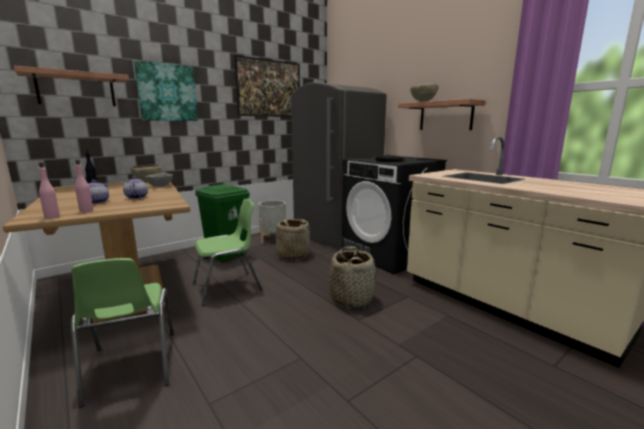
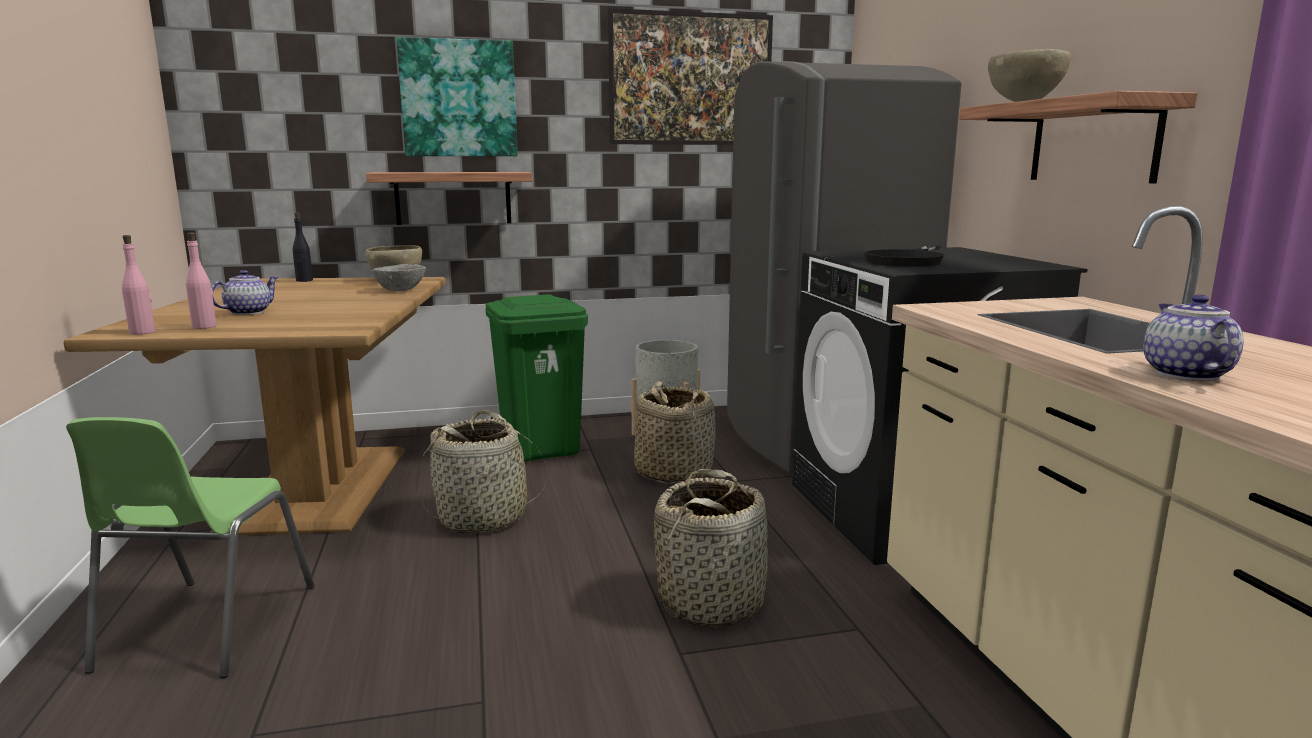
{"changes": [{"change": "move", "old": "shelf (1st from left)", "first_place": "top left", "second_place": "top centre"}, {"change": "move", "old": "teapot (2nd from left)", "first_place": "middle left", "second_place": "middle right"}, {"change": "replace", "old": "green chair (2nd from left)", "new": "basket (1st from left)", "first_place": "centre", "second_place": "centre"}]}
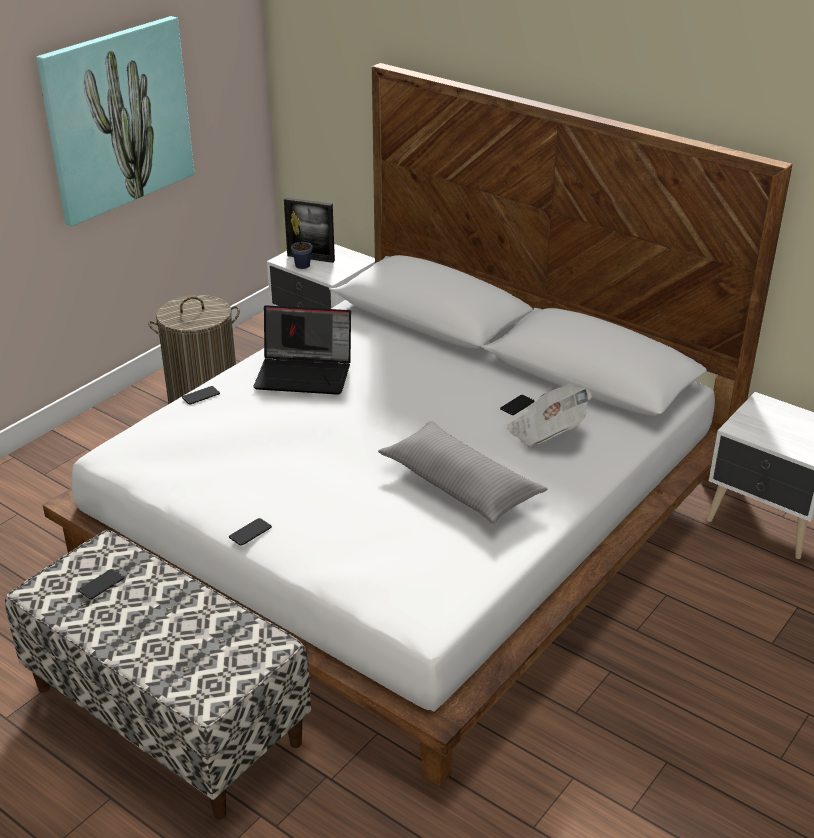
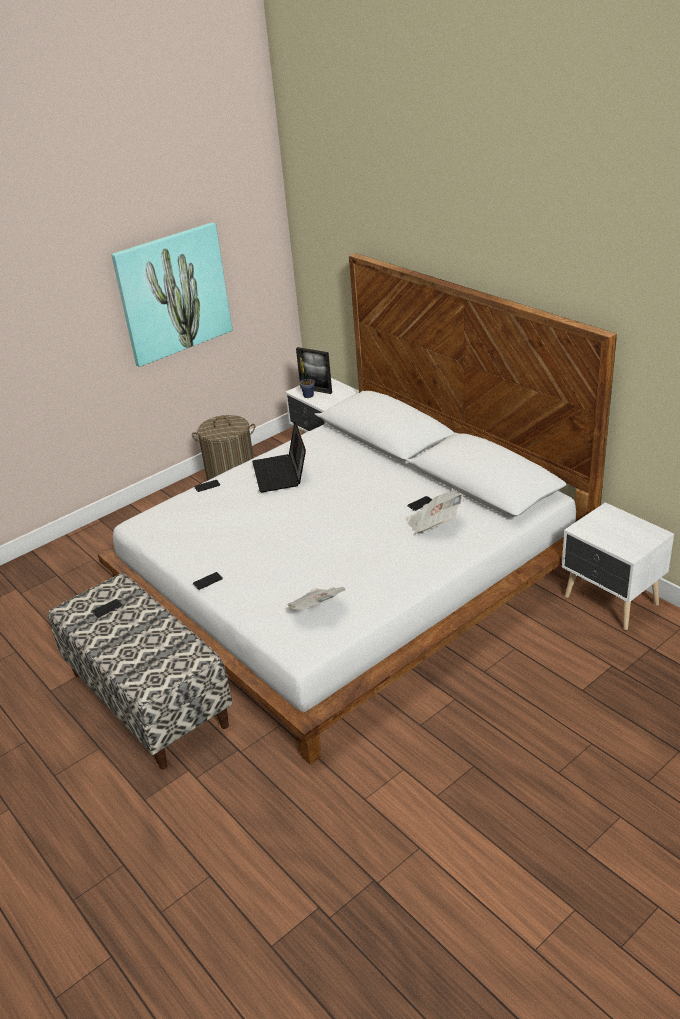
{"changes": [{"change": "rotate", "old": "laptop", "first_place": "centre", "second_place": "centre", "degrees": 60}, {"change": "delete", "old": "grey pillow", "first_place": "centre"}, {"change": "insert", "new": "newspaper (1st from left)", "second_place": "centre"}]}
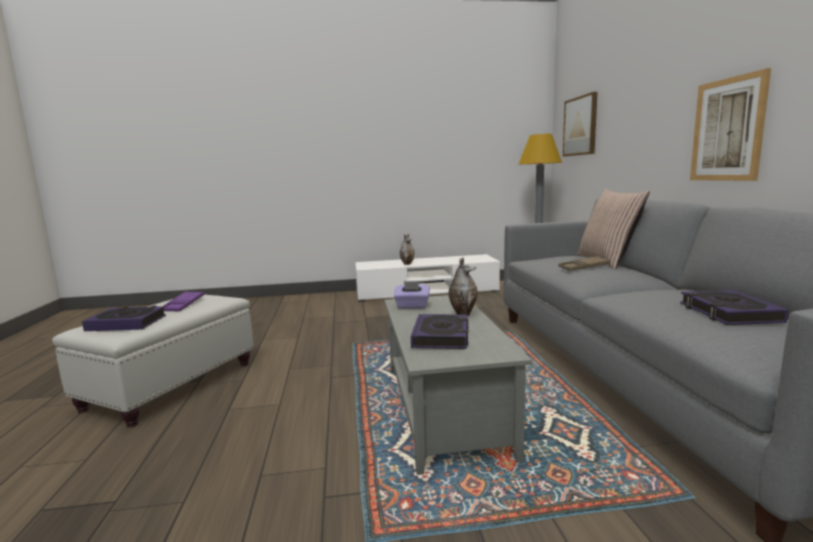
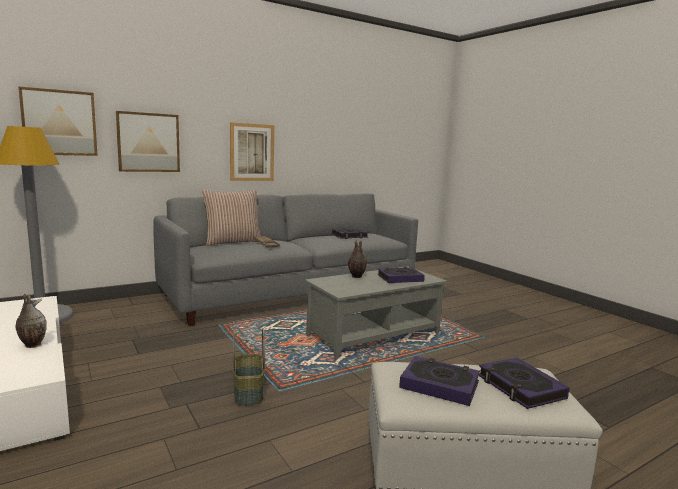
{"changes": [{"change": "replace", "old": "purple tray", "new": "book (3rd from left)", "first_place": "middle left", "second_place": "bottom centre"}, {"change": "delete", "old": "purple tissue box", "first_place": "centre"}, {"change": "insert", "new": "picture (2nd from left)", "second_place": "top left"}, {"change": "insert", "new": "basket", "second_place": "bottom centre"}]}
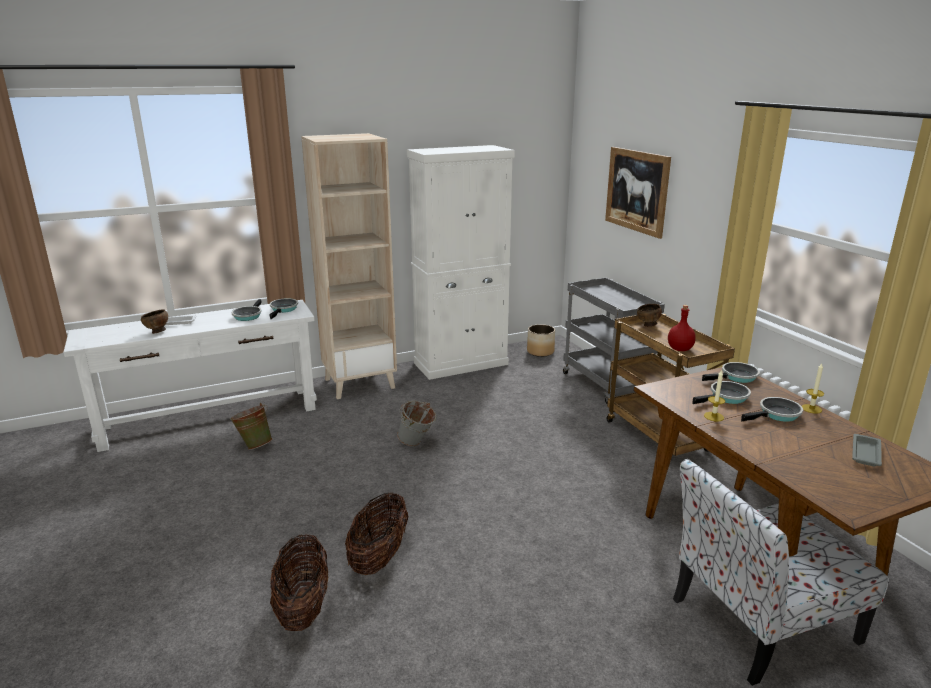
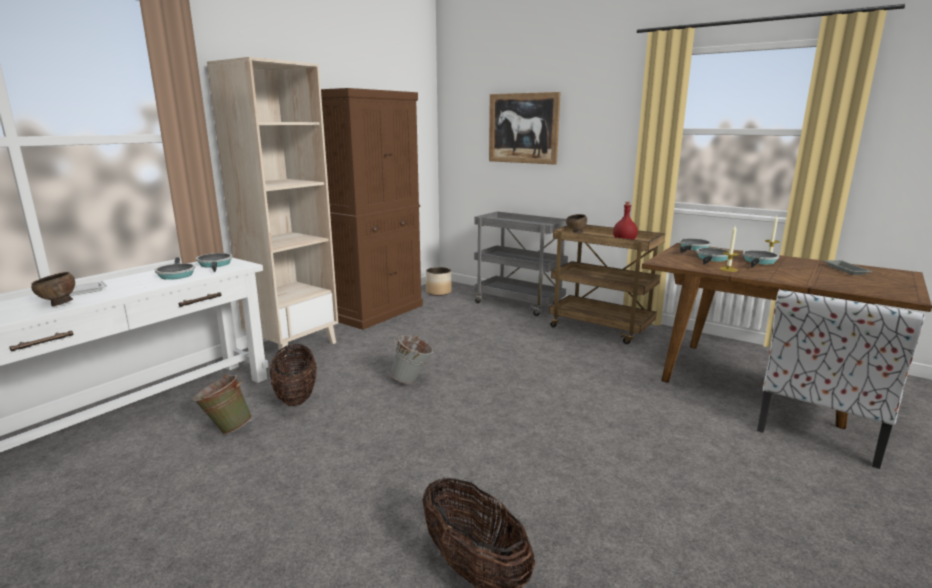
{"changes": [{"change": "move", "old": "basket (2nd from left in the first image)", "new": "basket (1st from left)", "first_place": "bottom centre", "second_place": "middle left"}, {"change": "recolor", "old": "white cabinet", "new": "brown cabinet", "first_place": "centre", "second_place": "centre"}]}
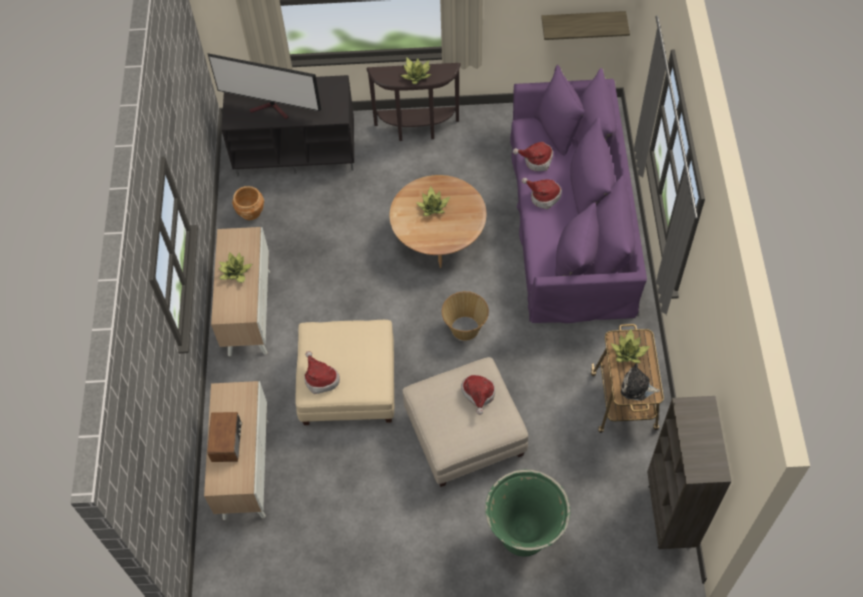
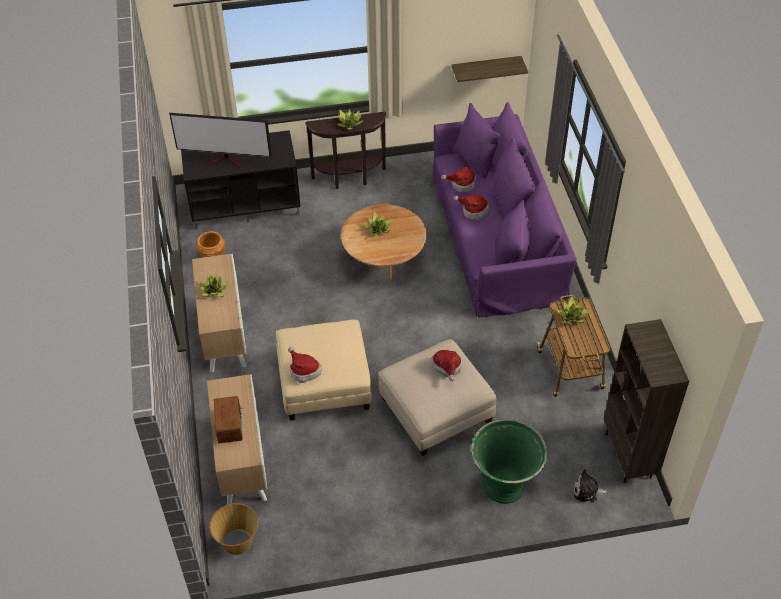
{"changes": [{"change": "move", "old": "basket", "first_place": "centre", "second_place": "bottom left"}, {"change": "move", "old": "plush toy", "first_place": "middle right", "second_place": "bottom right"}]}
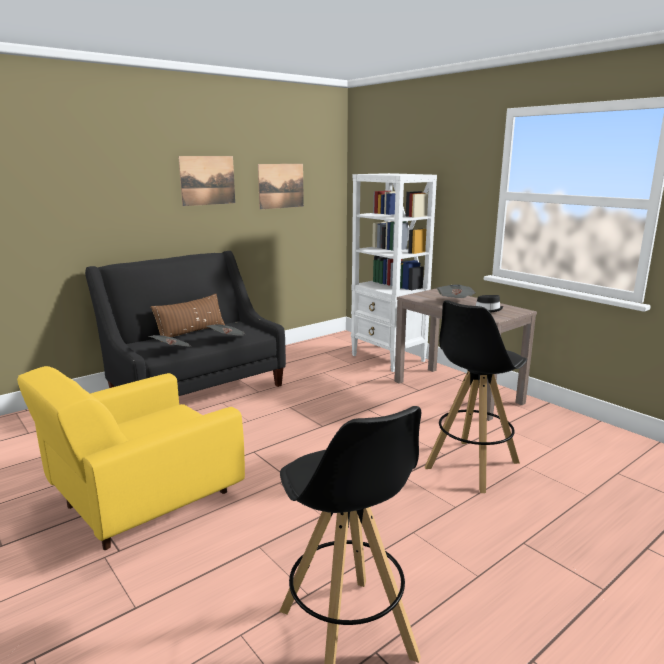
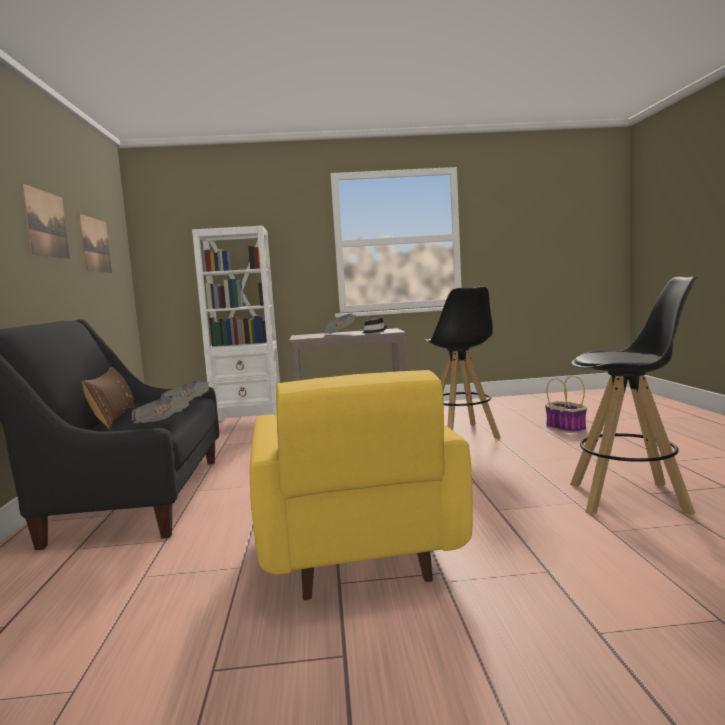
{"changes": [{"change": "insert", "new": "basket", "second_place": "middle right"}]}
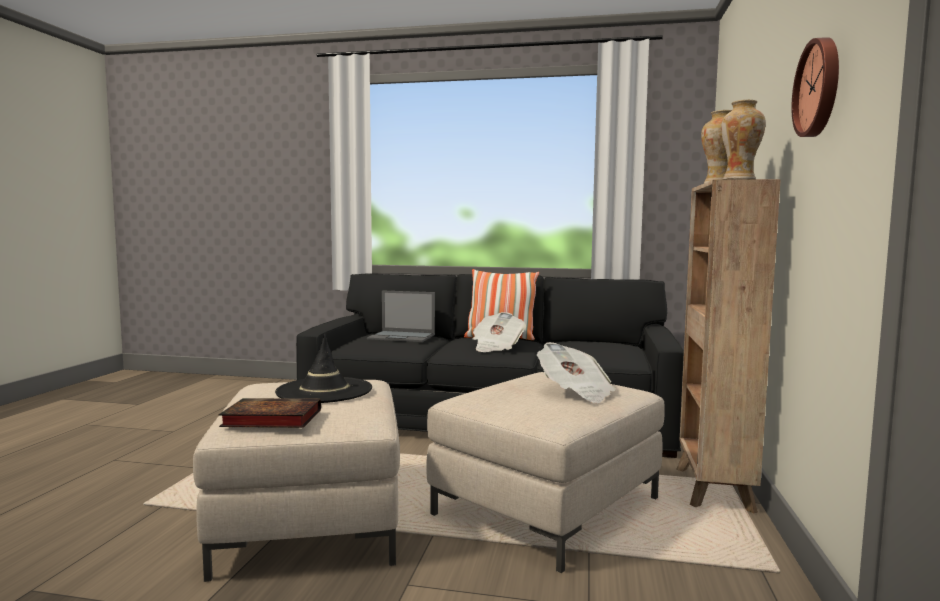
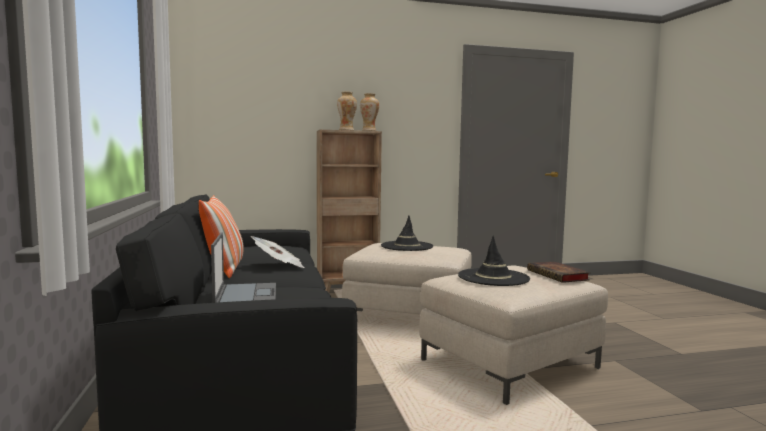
{"changes": [{"change": "replace", "old": "newspaper (2nd from left)", "new": "black hat (1st from left)", "first_place": "centre", "second_place": "centre"}, {"change": "delete", "old": "wall clock", "first_place": "top right"}]}
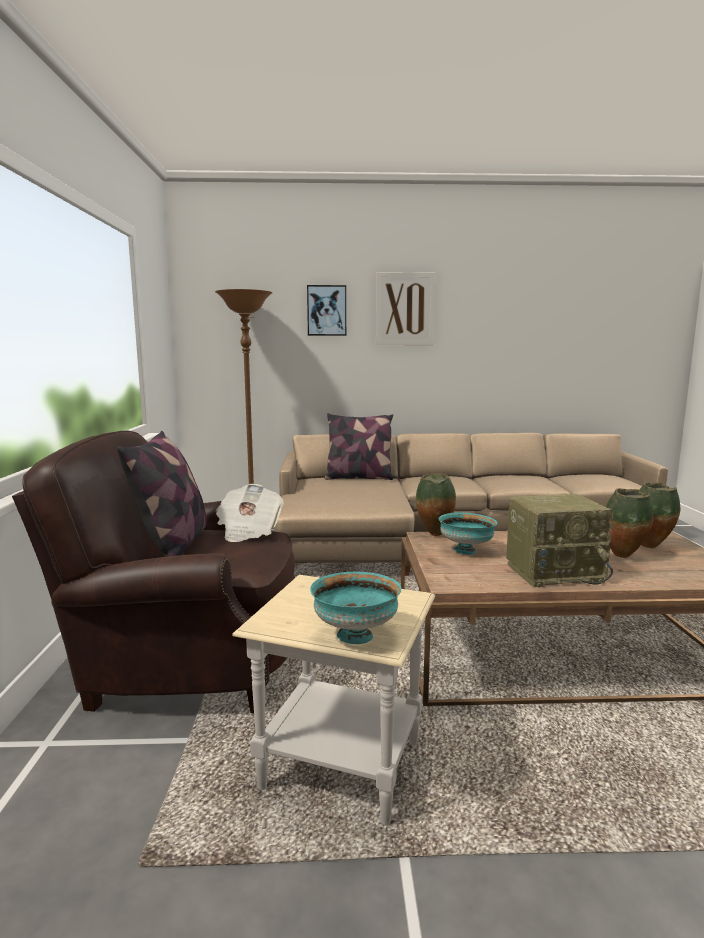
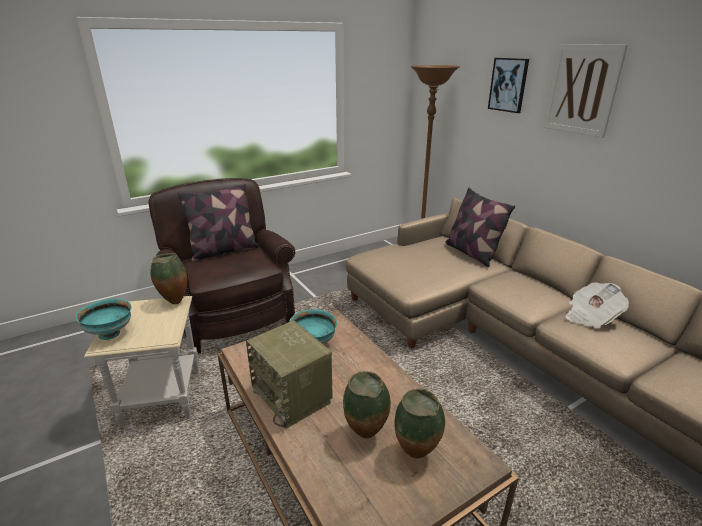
{"changes": [{"change": "move", "old": "newspaper", "first_place": "centre", "second_place": "middle right"}, {"change": "move", "old": "vase (1st from left)", "first_place": "centre", "second_place": "middle left"}]}
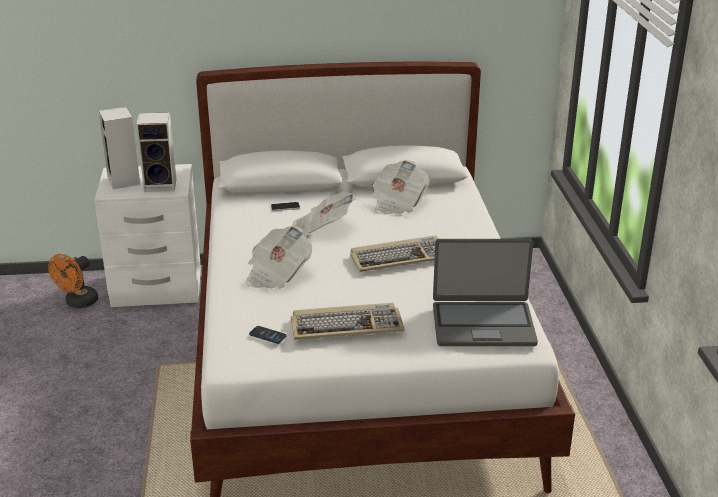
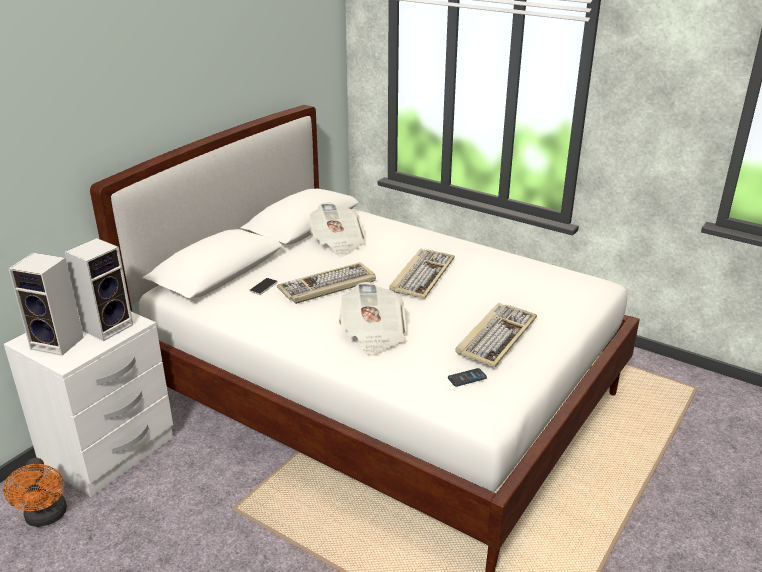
{"changes": [{"change": "replace", "old": "newspaper (2nd from left)", "new": "keyboard (1st from left)", "first_place": "centre", "second_place": "centre"}, {"change": "delete", "old": "laptop", "first_place": "middle right"}]}
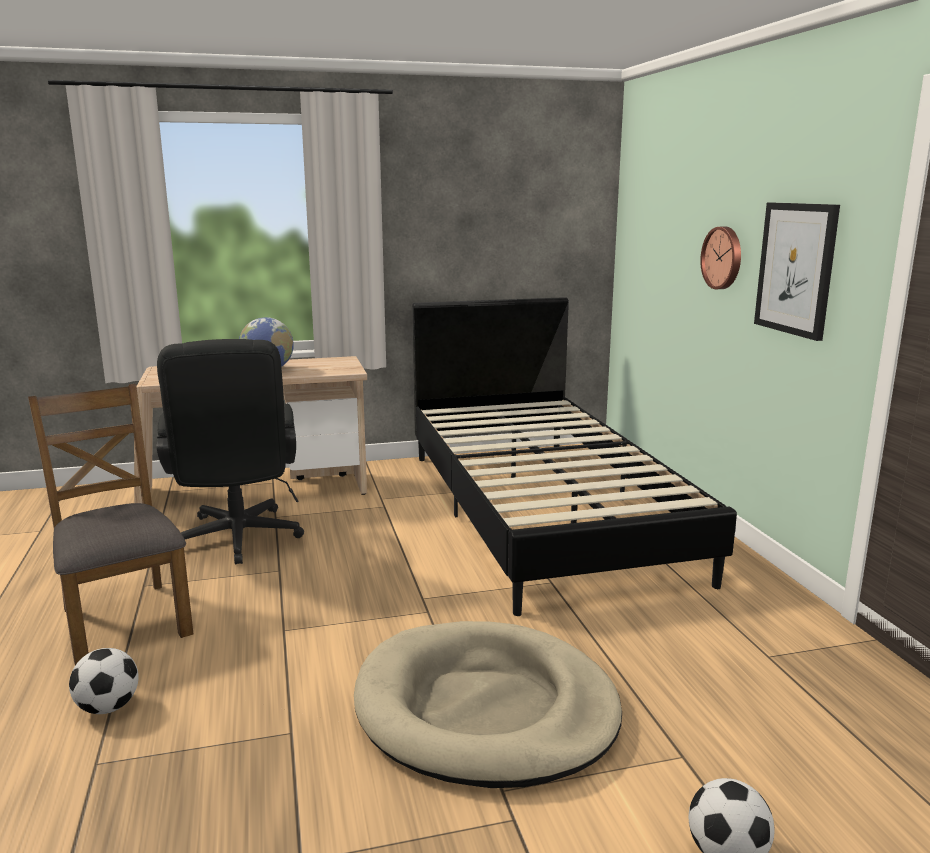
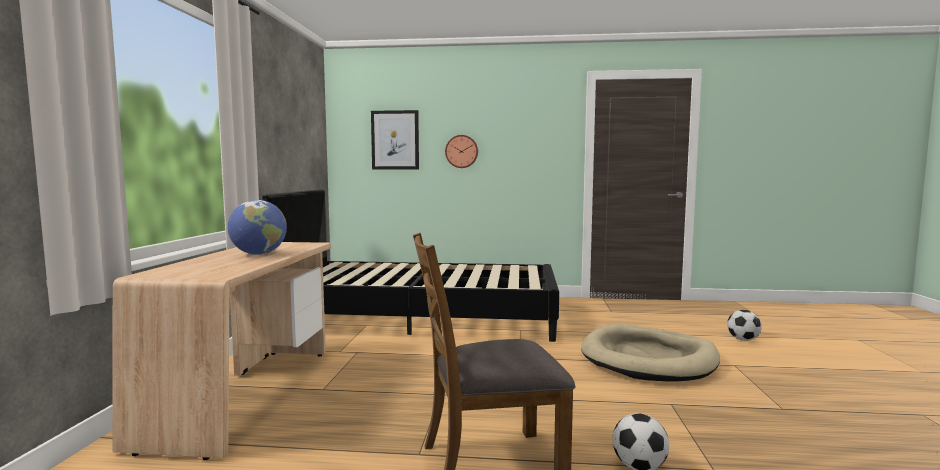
{"changes": [{"change": "delete", "old": "black office chair", "first_place": "middle left"}, {"change": "move", "old": "picture", "first_place": "top right", "second_place": "top centre"}]}
